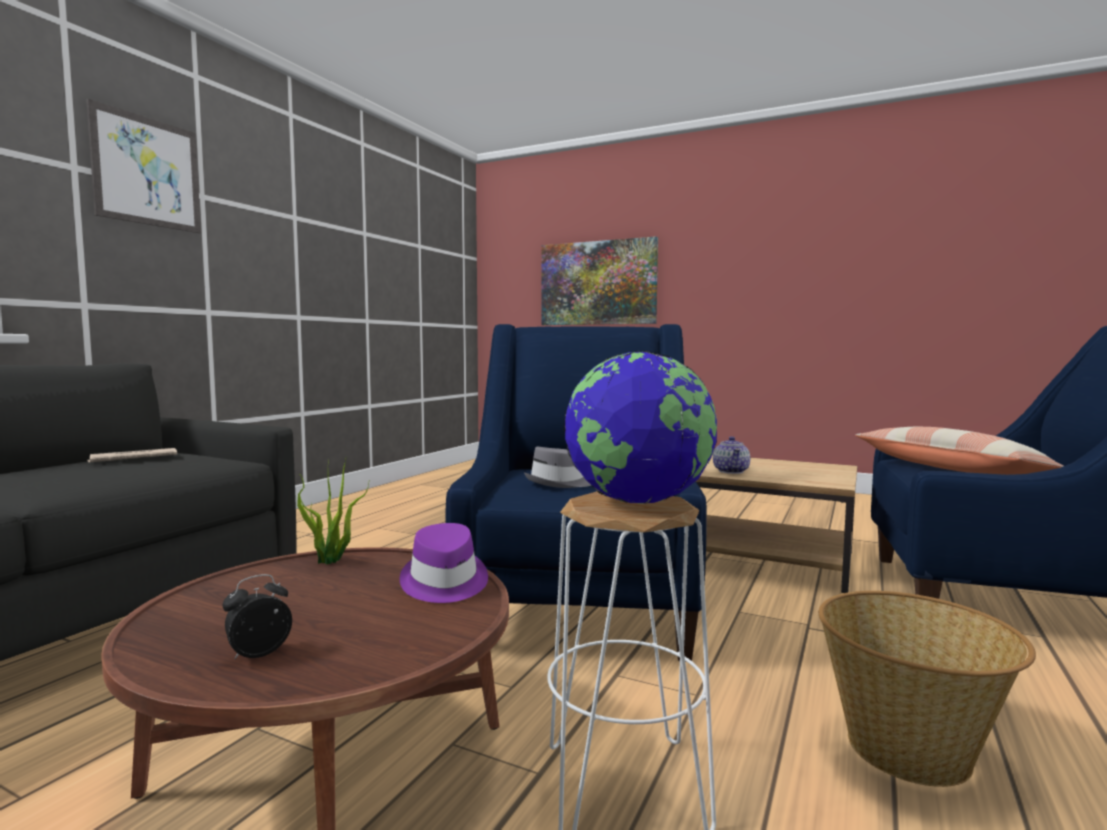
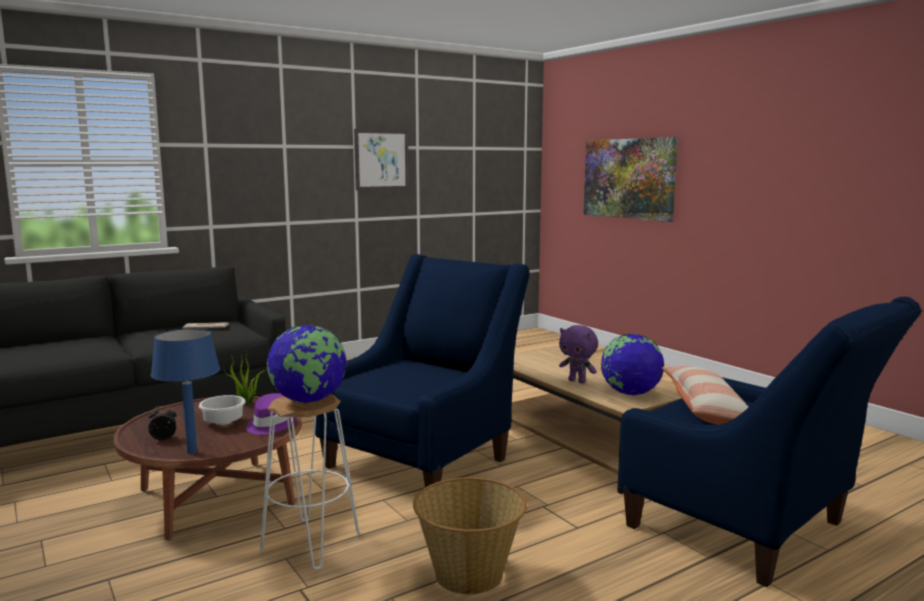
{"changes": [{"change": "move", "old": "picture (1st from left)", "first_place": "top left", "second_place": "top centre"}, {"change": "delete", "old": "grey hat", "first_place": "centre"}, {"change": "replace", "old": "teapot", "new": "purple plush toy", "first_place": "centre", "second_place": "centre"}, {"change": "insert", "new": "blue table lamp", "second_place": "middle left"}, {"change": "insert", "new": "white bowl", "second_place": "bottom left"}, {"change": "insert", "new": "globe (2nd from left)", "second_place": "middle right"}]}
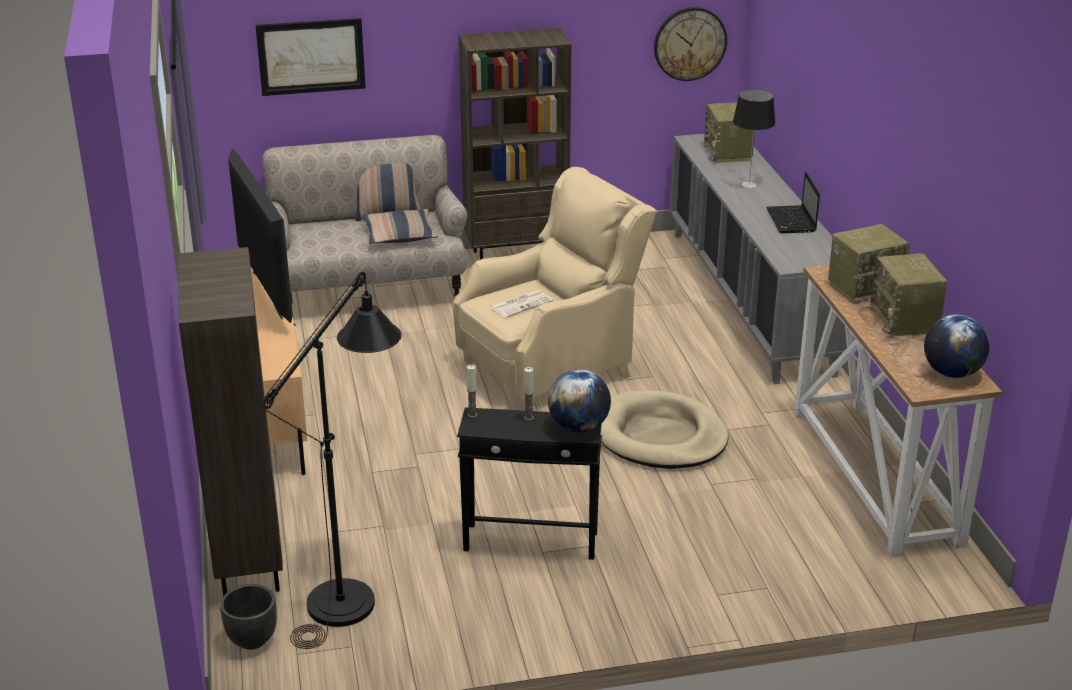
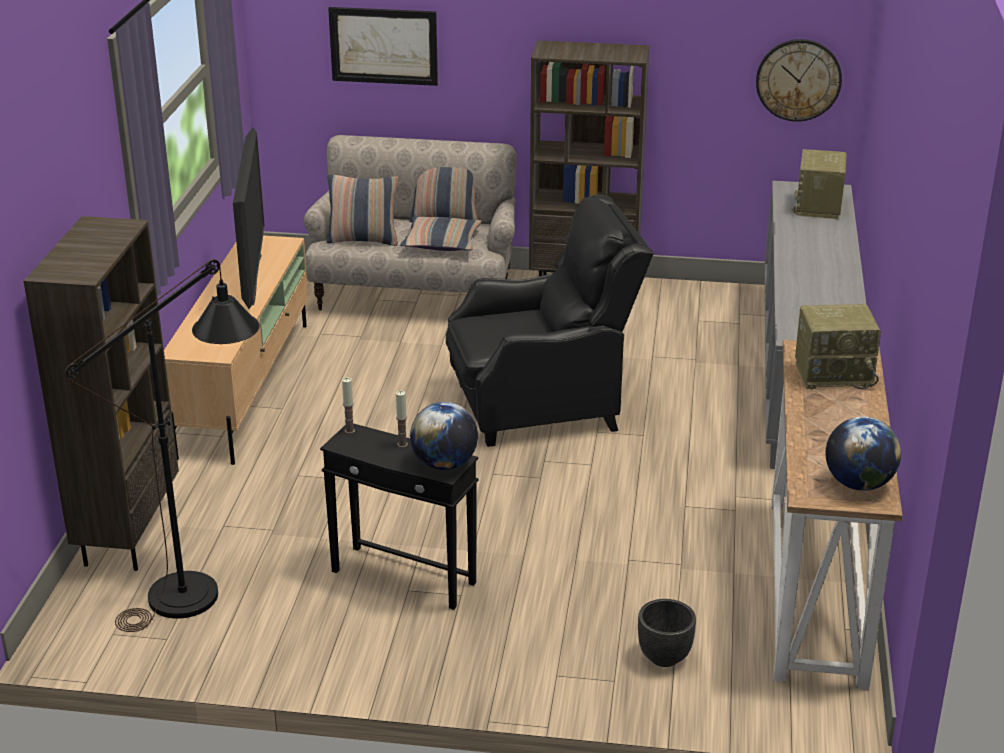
{"changes": [{"change": "move", "old": "black planter", "first_place": "bottom left", "second_place": "bottom centre"}, {"change": "recolor", "old": "beige armchair", "new": "black armchair", "first_place": "centre", "second_place": "centre"}, {"change": "delete", "old": "newspaper", "first_place": "centre"}, {"change": "delete", "old": "beige dog bed", "first_place": "centre"}, {"change": "delete", "old": "table lamp", "first_place": "top right"}, {"change": "delete", "old": "laptop", "first_place": "top right"}, {"change": "delete", "old": "radio (3rd from left)", "first_place": "middle right"}, {"change": "insert", "new": "pillow (1st from left)", "second_place": "top centre"}]}
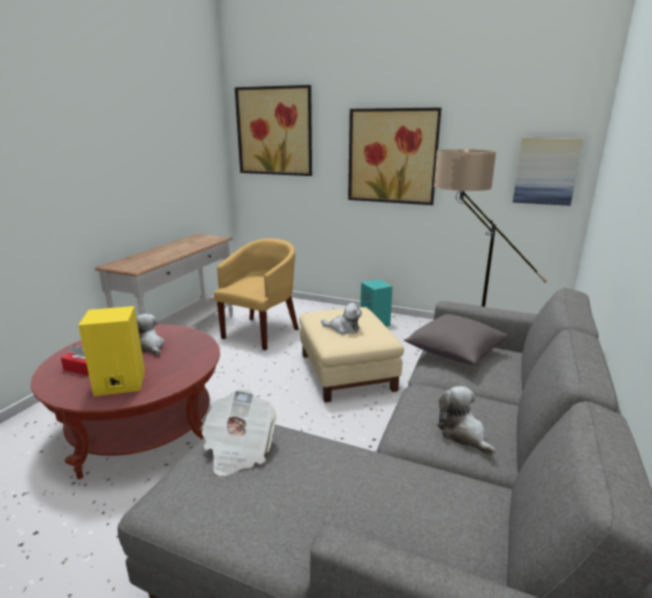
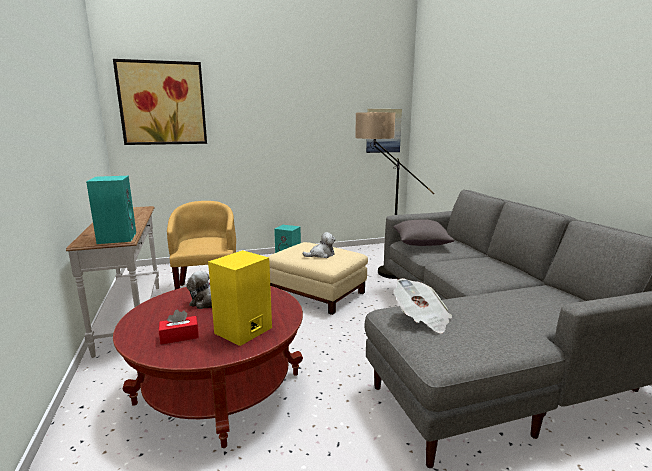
{"changes": [{"change": "delete", "old": "picture (2nd from left)", "first_place": "top centre"}, {"change": "delete", "old": "plush toy (3rd from left)", "first_place": "bottom right"}, {"change": "insert", "new": "turquoise speaker (1st from left)", "second_place": "middle left"}]}
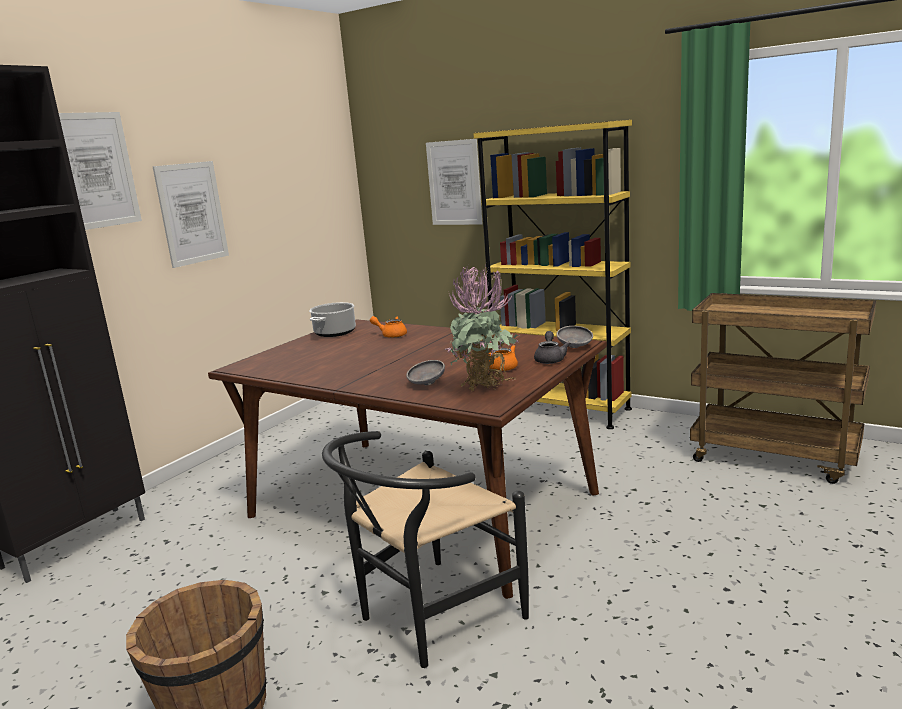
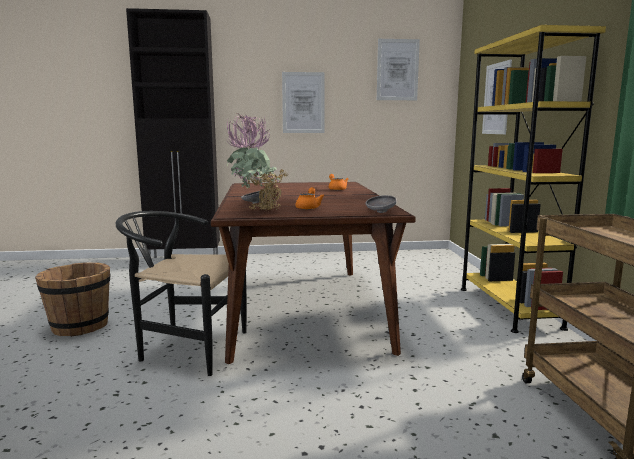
{"changes": [{"change": "move", "old": "picture (1st from left in the first image)", "new": "picture (2nd from left)", "first_place": "top left", "second_place": "top centre"}, {"change": "delete", "old": "cooking pot", "first_place": "centre"}, {"change": "delete", "old": "grey teapot", "first_place": "centre"}]}
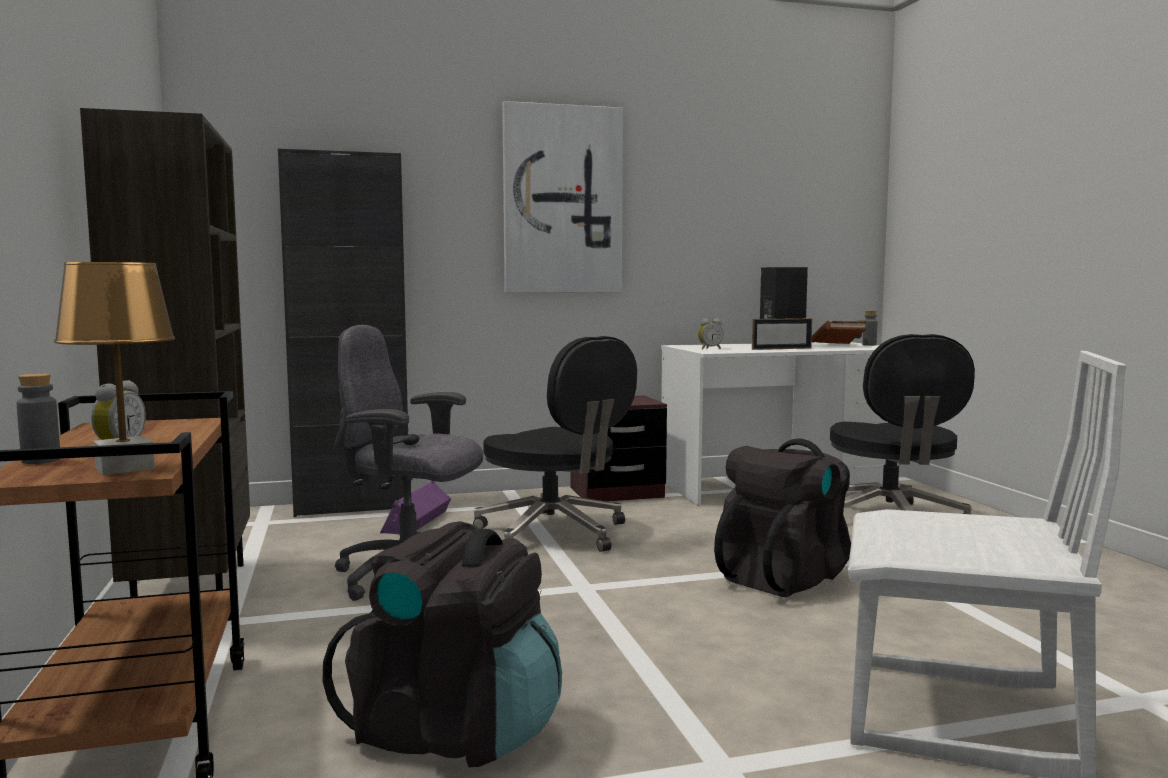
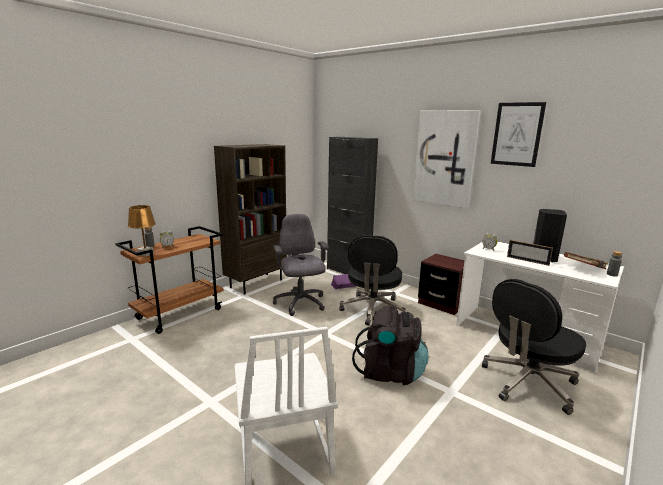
{"changes": [{"change": "delete", "old": "black backpack (1st from left)", "first_place": "bottom centre"}, {"change": "insert", "new": "picture (2nd from left)", "second_place": "top right"}]}
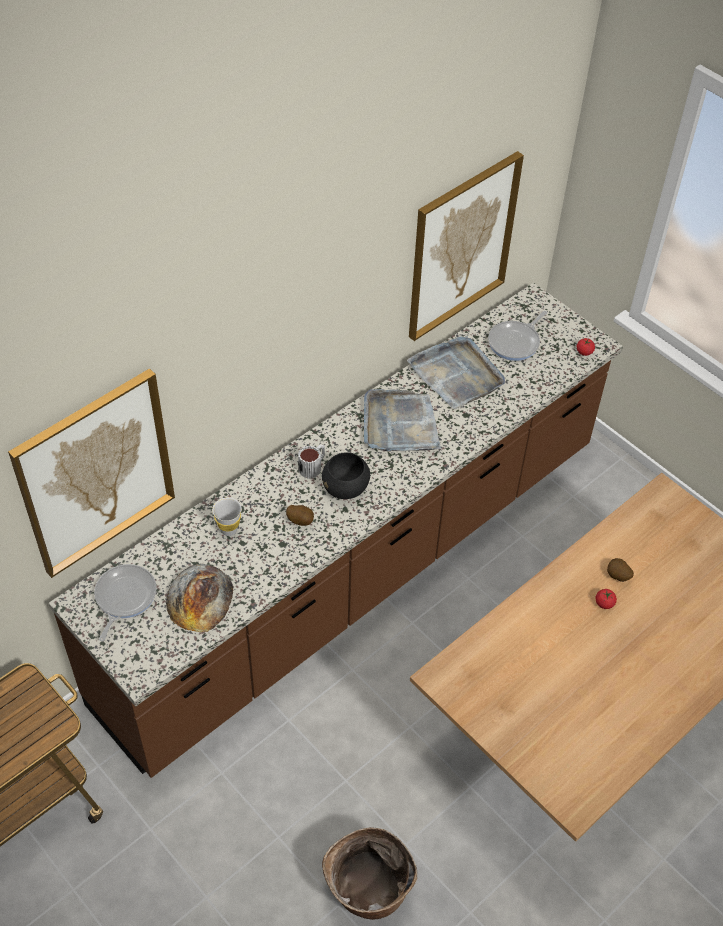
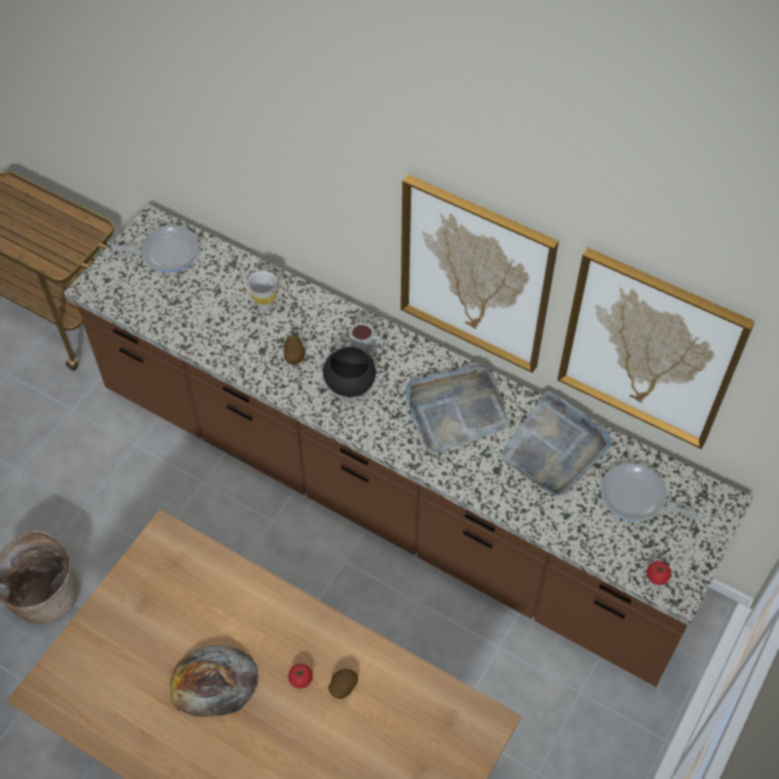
{"changes": [{"change": "move", "old": "picture (1st from left)", "first_place": "middle left", "second_place": "centre"}, {"change": "move", "old": "bread", "first_place": "middle left", "second_place": "bottom left"}]}
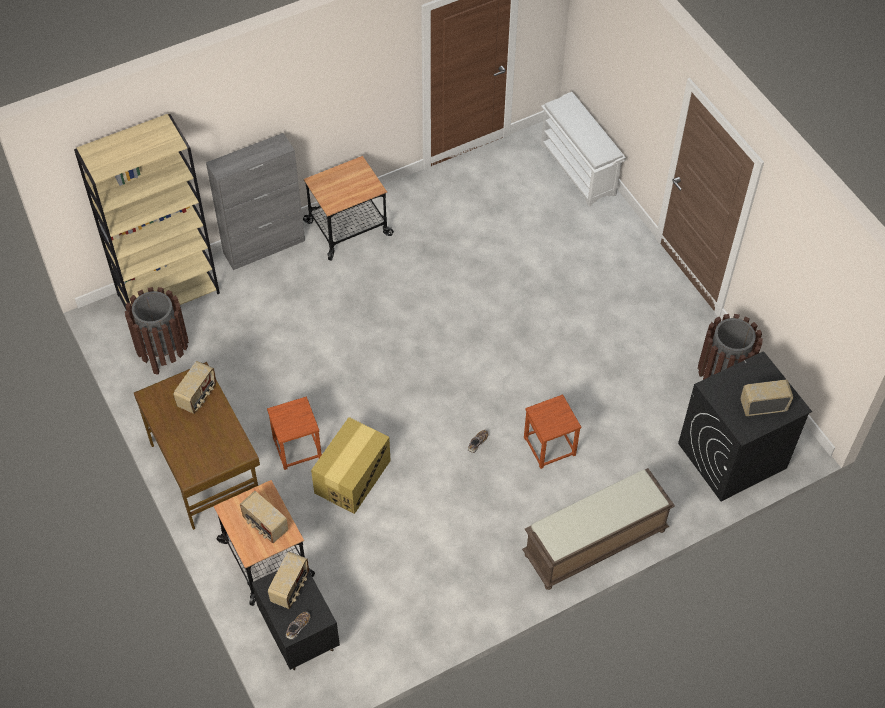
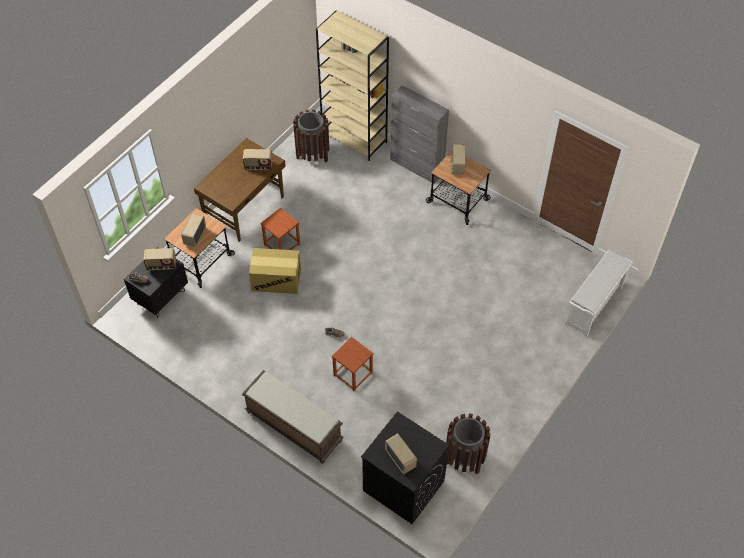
{"changes": [{"change": "insert", "new": "radio (5th from left)", "second_place": "top centre"}]}
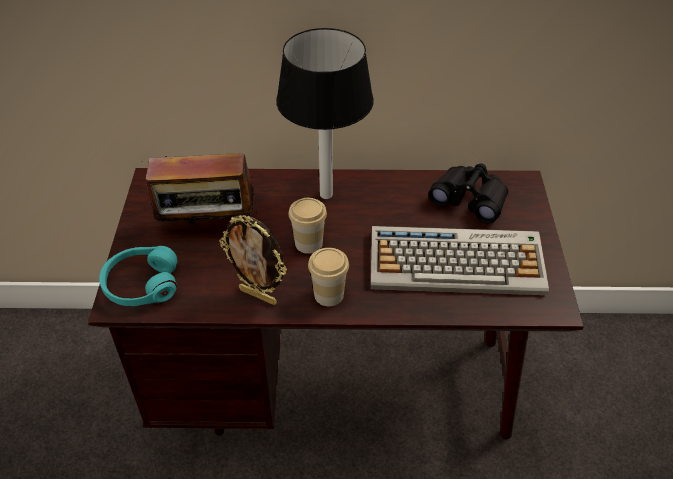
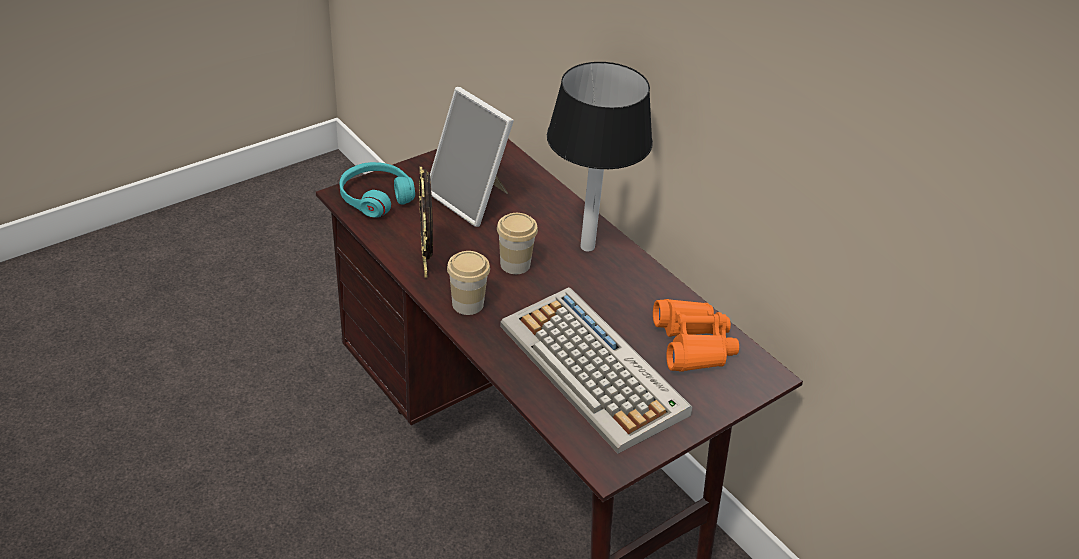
{"changes": [{"change": "replace", "old": "radio", "new": "picture frame (2nd from left)", "first_place": "middle left", "second_place": "top centre"}, {"change": "recolor", "old": "black binoculars", "new": "orange binoculars", "first_place": "middle right", "second_place": "centre"}]}
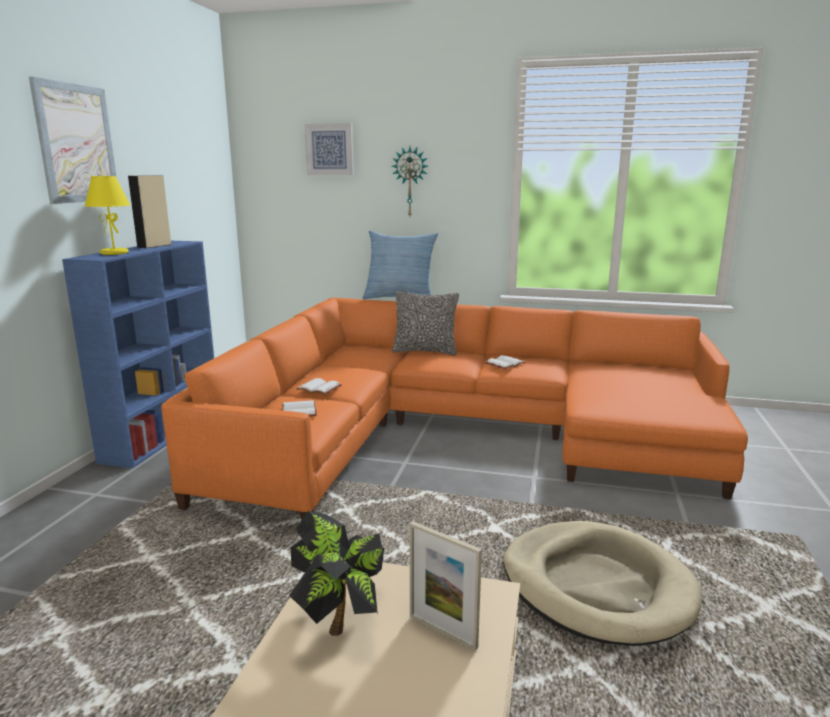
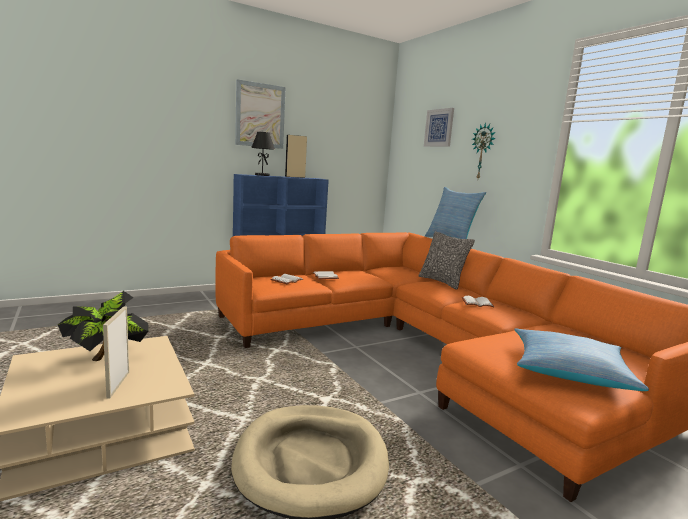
{"changes": [{"change": "recolor", "old": "yellow table lamp", "new": "black table lamp", "first_place": "top left", "second_place": "top centre"}, {"change": "insert", "new": "pillow (3rd from left)", "second_place": "bottom right"}]}
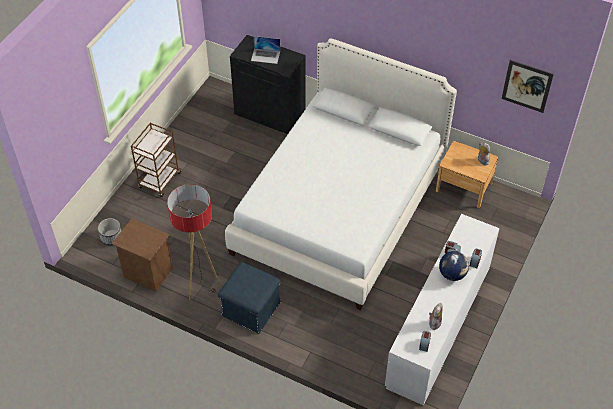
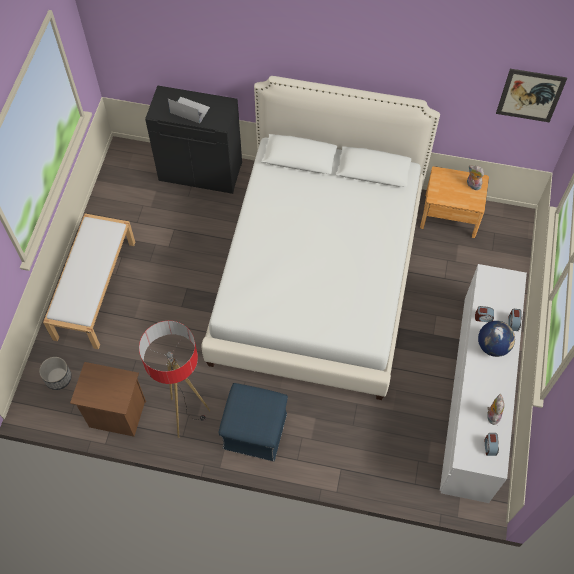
{"changes": [{"change": "replace", "old": "brown cart", "new": "white bench", "first_place": "middle left", "second_place": "middle left"}, {"change": "rotate", "old": "laptop", "first_place": "top centre", "second_place": "top left", "degrees": -150}]}
